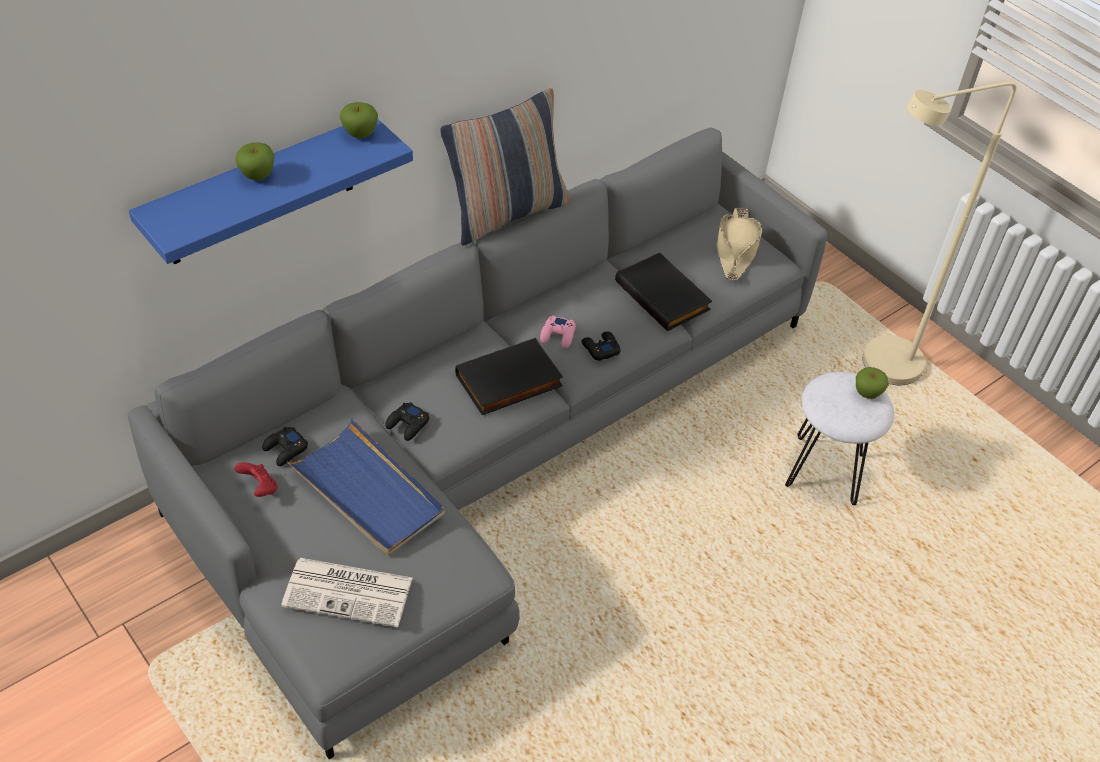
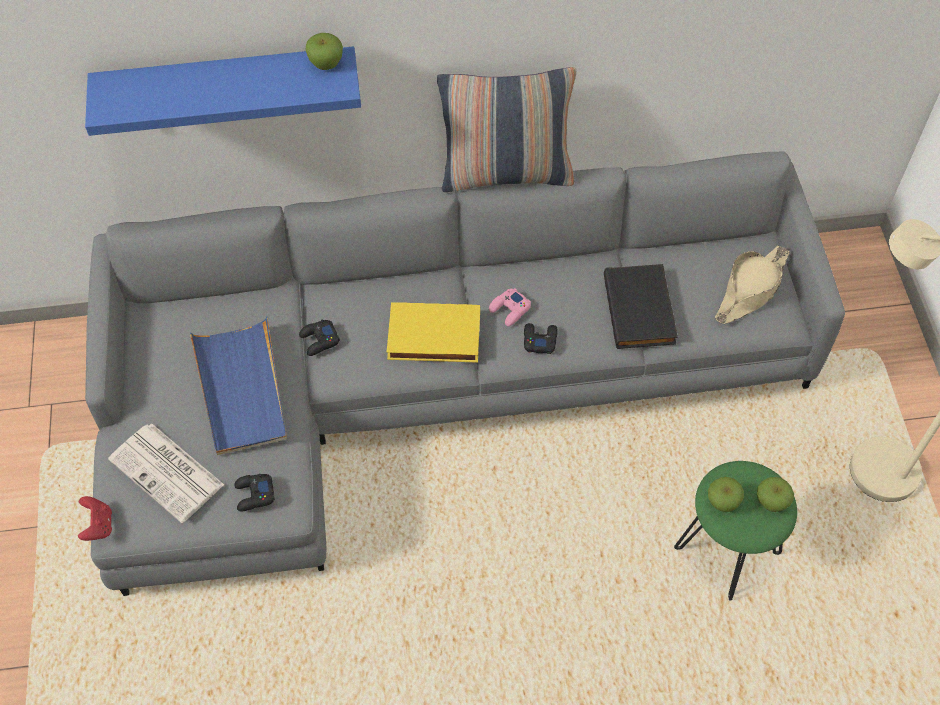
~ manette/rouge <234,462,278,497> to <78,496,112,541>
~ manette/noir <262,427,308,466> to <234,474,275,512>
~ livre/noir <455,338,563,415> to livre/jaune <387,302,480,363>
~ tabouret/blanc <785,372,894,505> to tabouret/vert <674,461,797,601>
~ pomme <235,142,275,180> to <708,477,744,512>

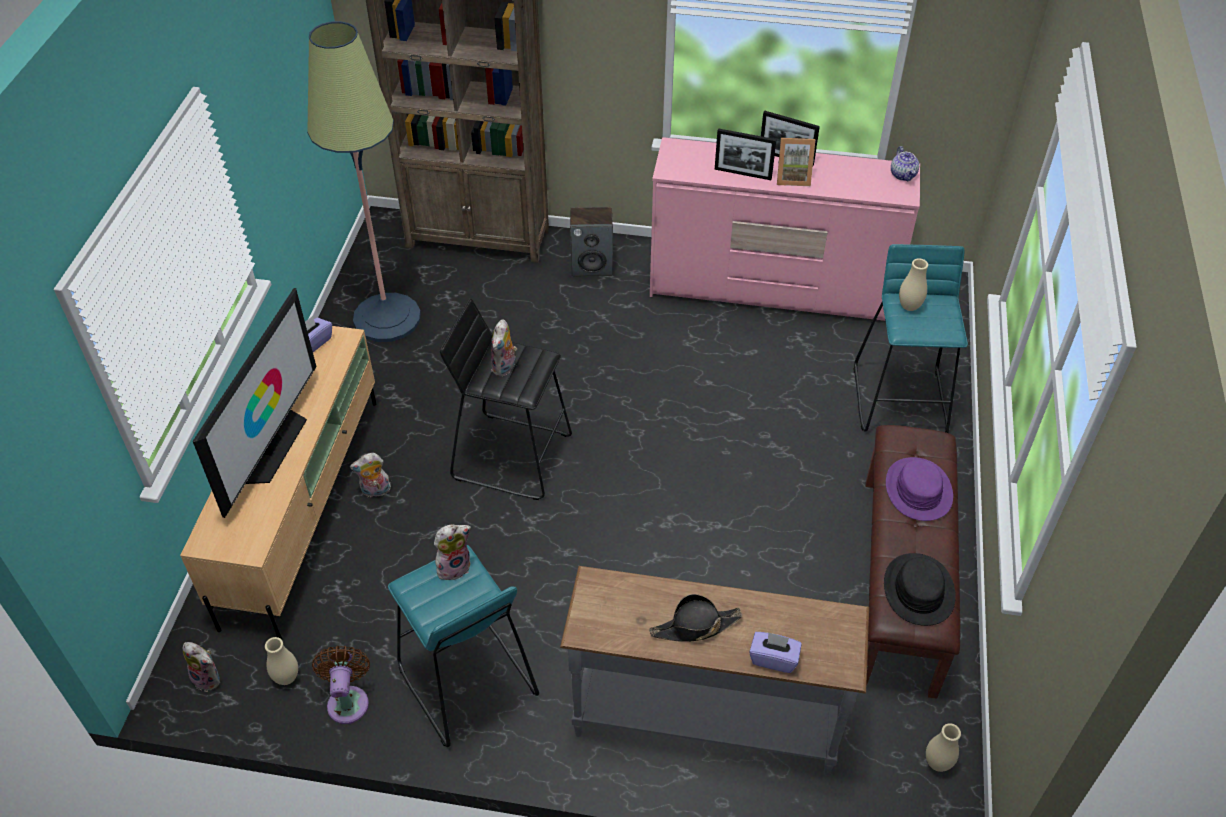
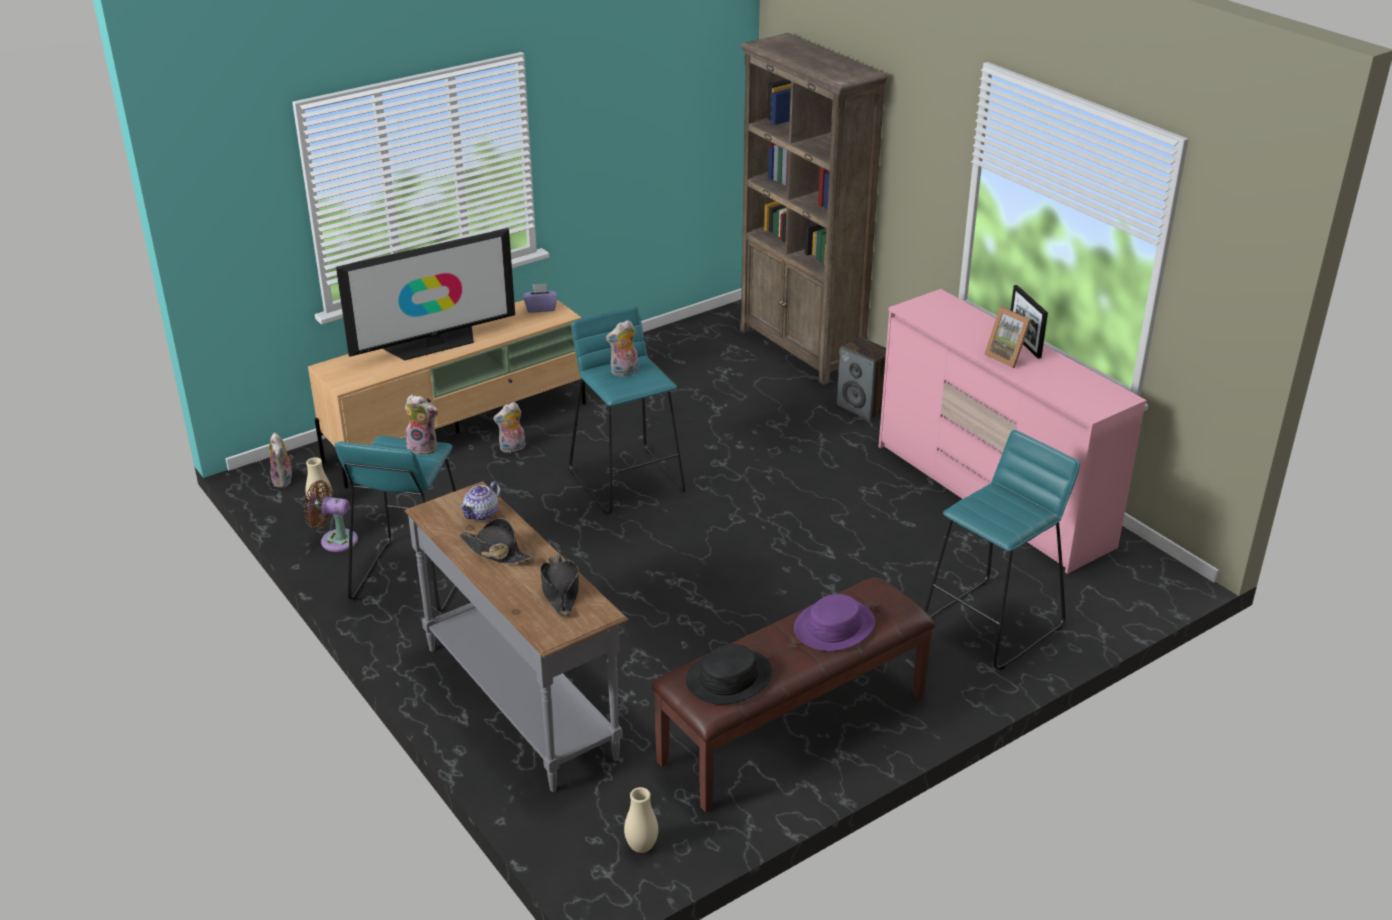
~ ventilateur/marron <312,646,370,724> = <304,480,358,552> 120 degrees counterclockwise
~ théière <891,146,919,181> to <459,481,501,521>
~ peluche <350,453,391,497> = <493,402,525,453> 60 degrees counterclockwise
+ chapeau/noir <540,555,580,617>
~ tabouret/noir <440,299,572,500> to tabouret/turquoise <569,306,685,515>
- lampadaire <307,21,421,342>
- cadre photo <715,128,777,180>
- boîte à mouchoirs/violet <749,632,802,673>
- vase/beige <899,258,928,311>

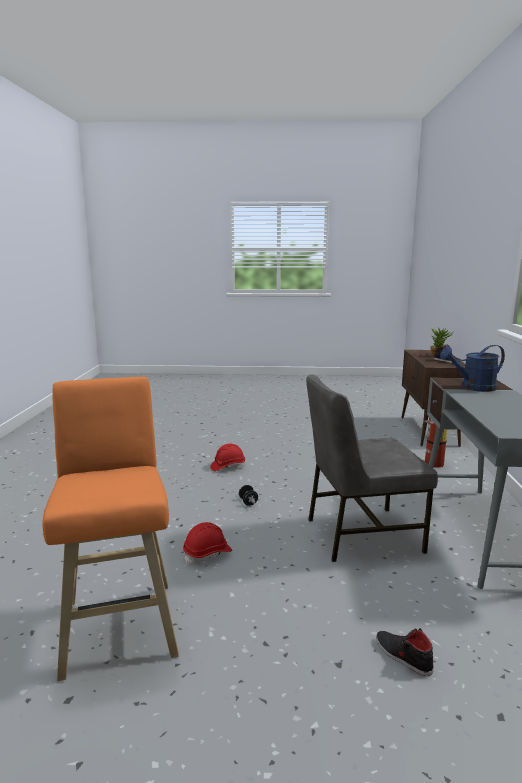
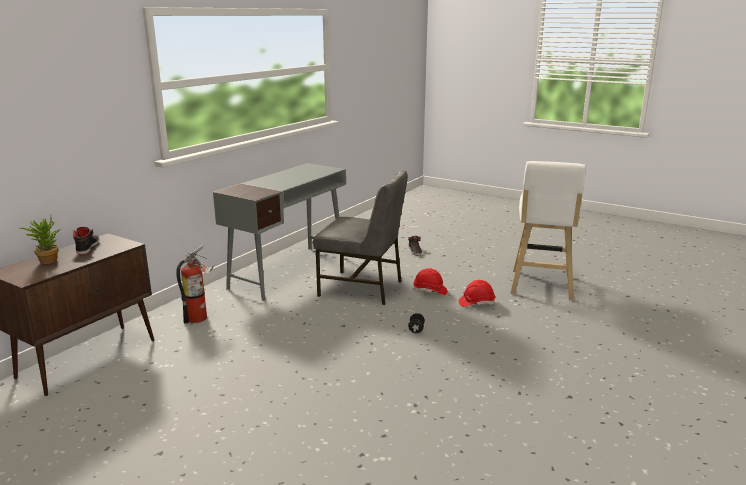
~ casque de chantier/rouge <210,443,245,471> to <413,268,447,295>
~ tabouret/orange <42,376,179,681> to tabouret/blanc <510,161,586,301>
- arrosoir/bleu <440,345,505,392>

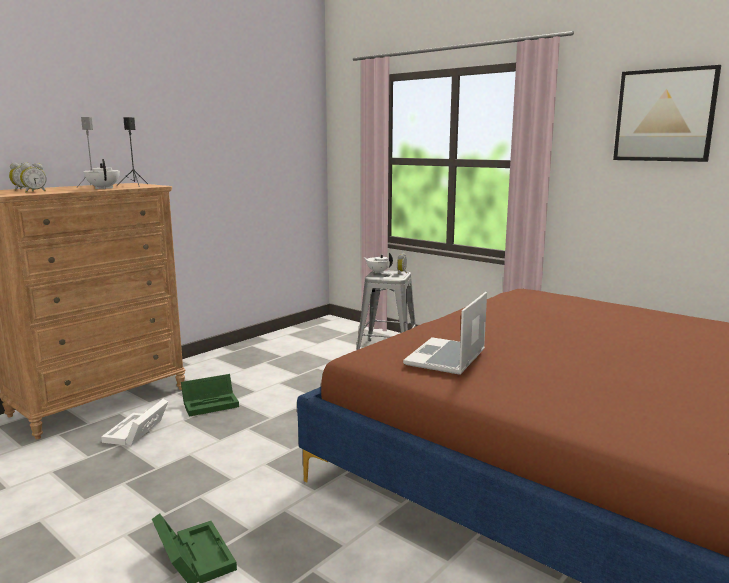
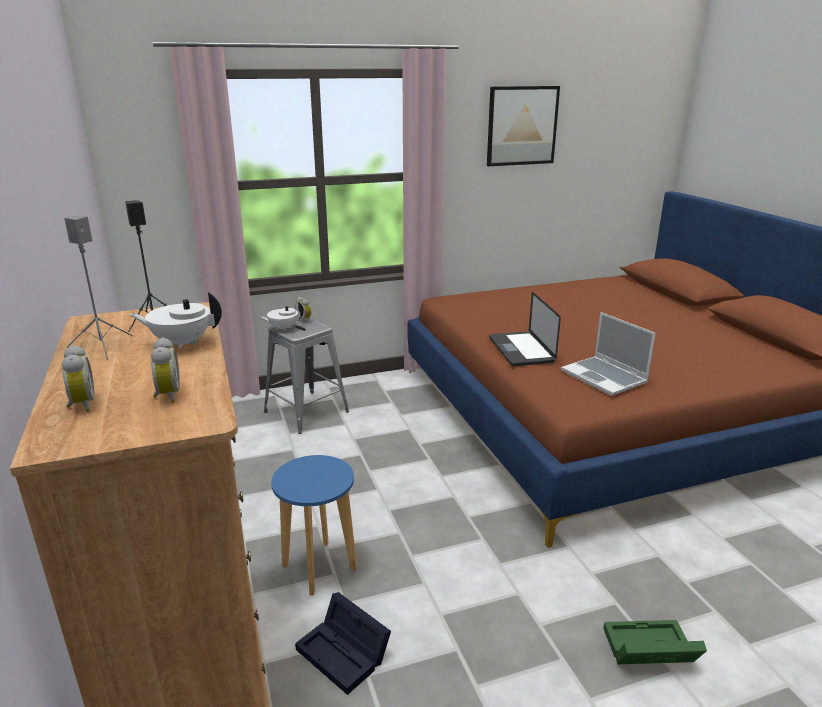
~ boîte de rangement/vert <181,374,239,417> to tabouret/bleu <271,455,357,596>
~ boîte de rangement/blanc <101,399,168,446> to boîte de rangement/noir <295,592,391,695>
+ ordinateur portable <489,292,561,366>

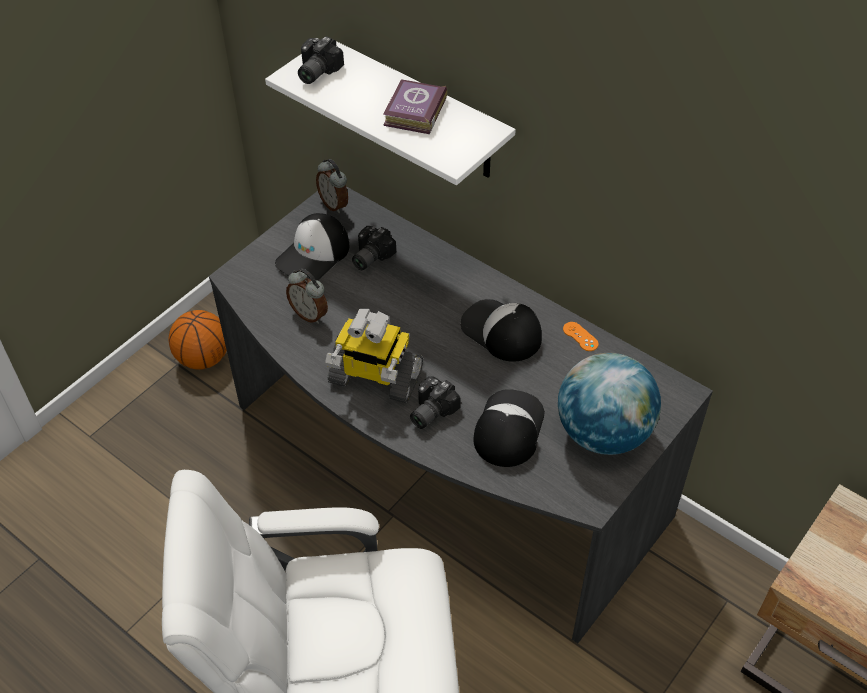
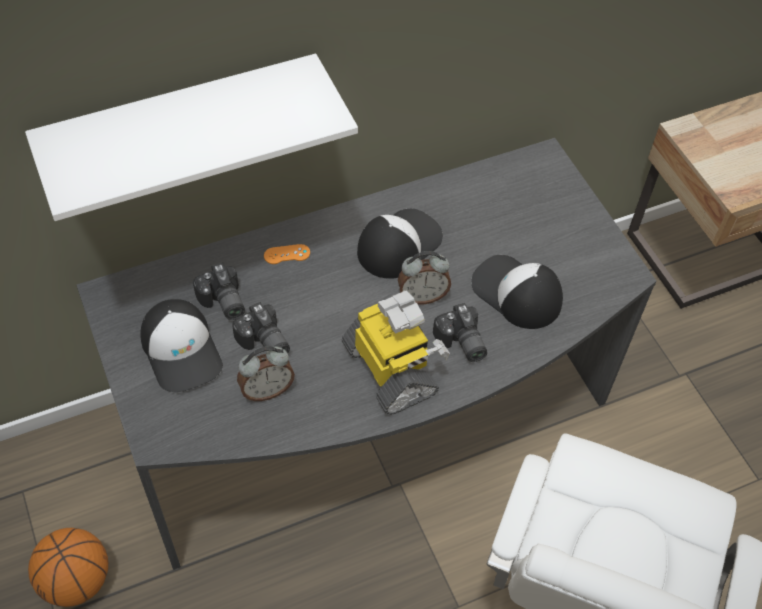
~ appareil photo <298,36,344,84> to <232,302,290,353>
~ manette/orange <563,322,599,351> to <264,244,310,264>
~ robot jouet <325,309,423,403> = <342,291,450,415> 75 degrees counterclockwise
~ casquette <460,299,542,362> = <357,209,443,279> 150 degrees clockwise
~ réveil <316,159,348,213> to <398,251,451,304>
- livre <383,79,447,134>
- globe <558,353,661,455>

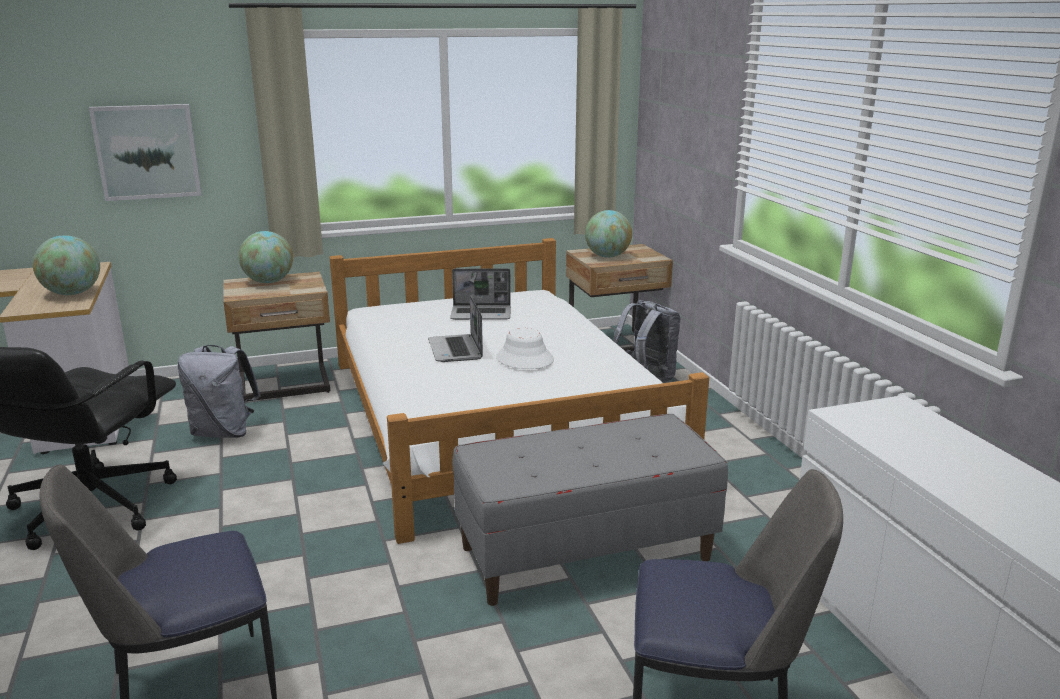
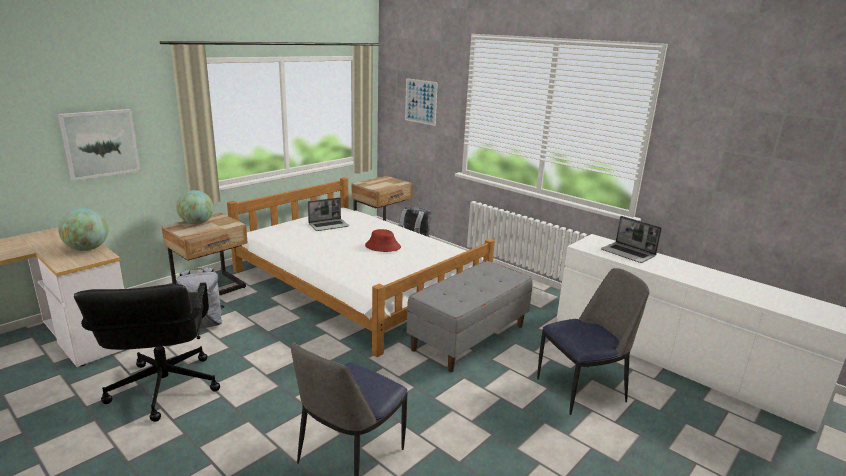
~ chapeau/blanc <496,328,554,369> to chapeau/rouge <365,229,401,252>
+ tableau <405,78,438,126>
~ ordinateur portable <428,295,483,362> to <601,216,662,263>
- globe <585,210,632,258>

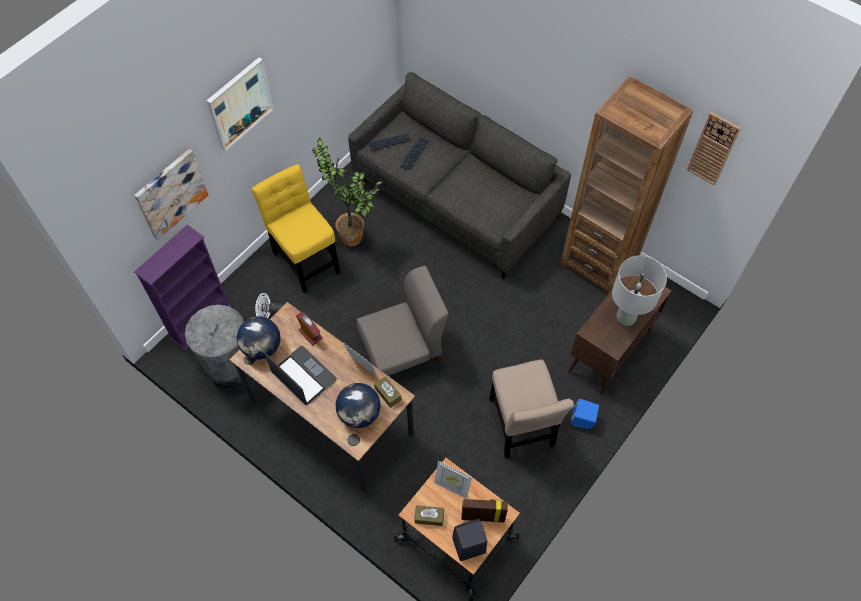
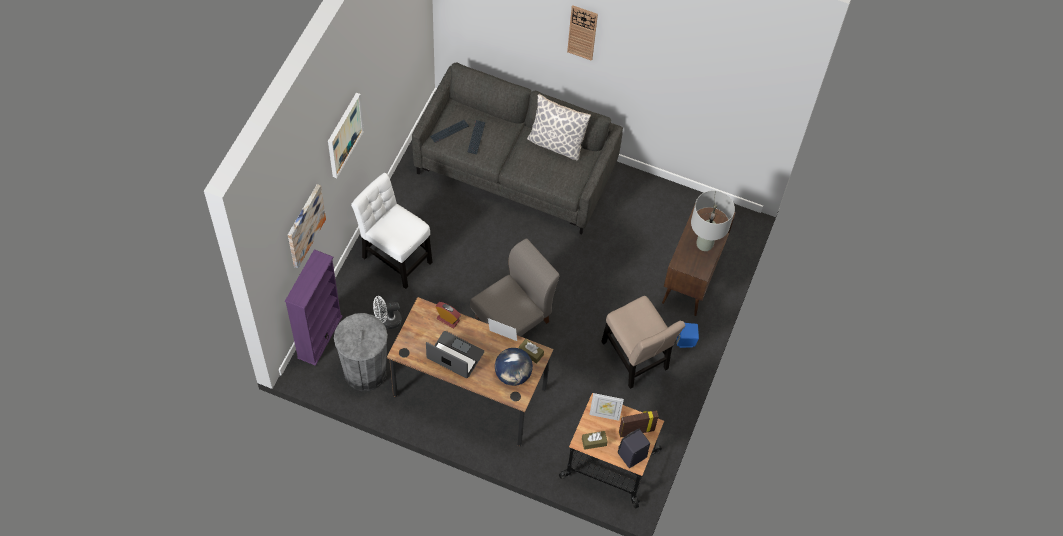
~ chaise/jaune <252,164,341,294> to chaise/blanc <351,173,432,289>
+ coussin <527,94,591,161>
~ horloge murale <687,112,741,186> to <567,5,598,61>
- globe <237,316,281,360>
- plante en pot <312,138,384,246>
- bibliothèque/marron <560,76,693,295>

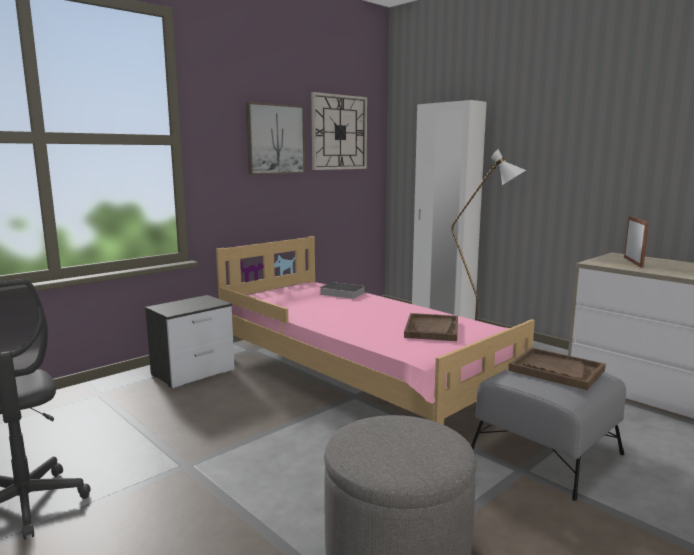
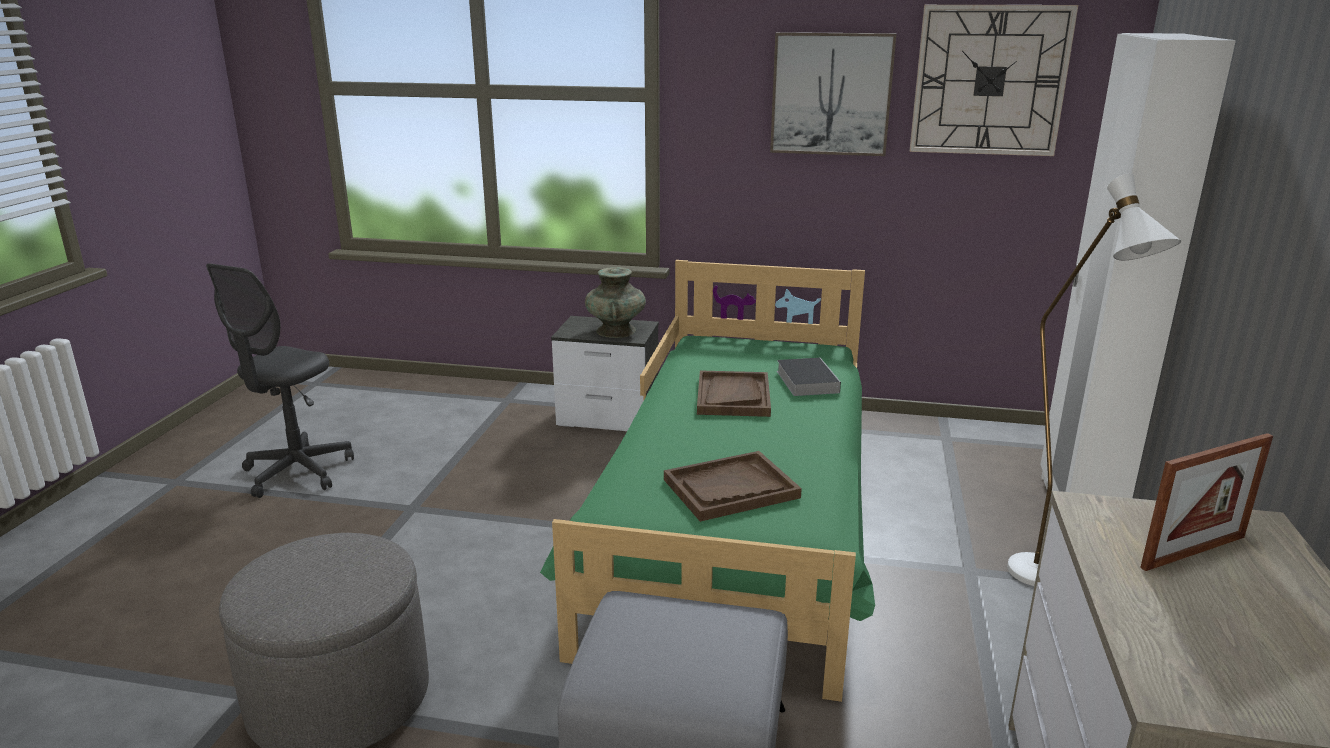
~ lit/rose <216,236,535,425> to lit/vert <540,260,875,702>
+ vase/turquoise <585,267,646,338>
~ plateau/marron <508,347,606,390> to <697,371,771,417>

